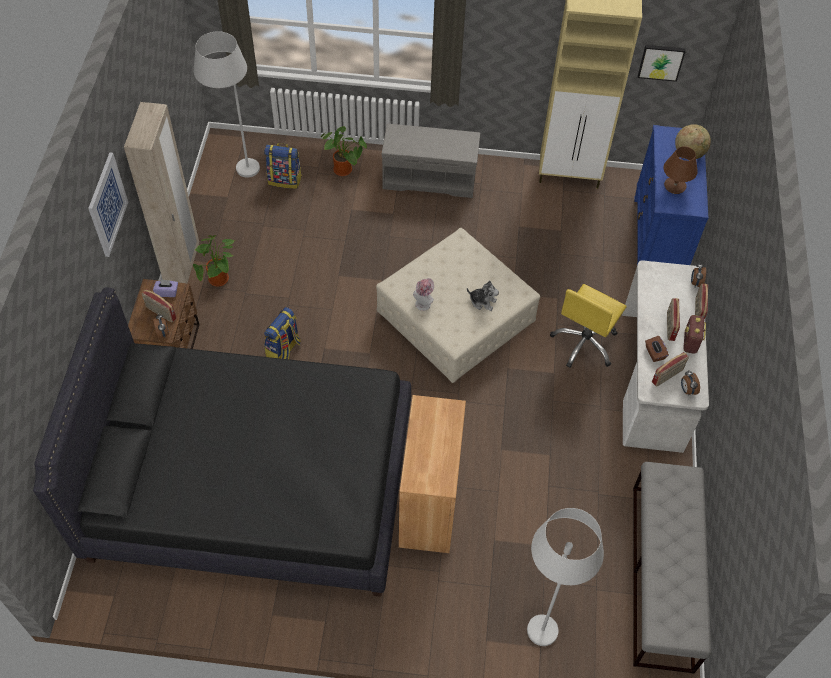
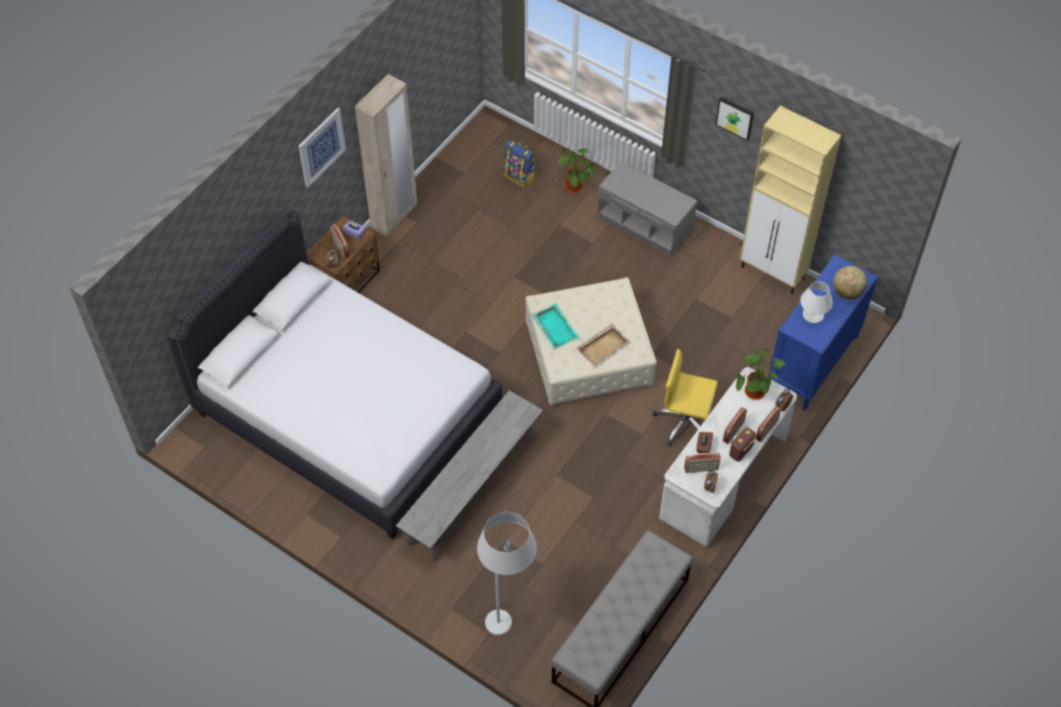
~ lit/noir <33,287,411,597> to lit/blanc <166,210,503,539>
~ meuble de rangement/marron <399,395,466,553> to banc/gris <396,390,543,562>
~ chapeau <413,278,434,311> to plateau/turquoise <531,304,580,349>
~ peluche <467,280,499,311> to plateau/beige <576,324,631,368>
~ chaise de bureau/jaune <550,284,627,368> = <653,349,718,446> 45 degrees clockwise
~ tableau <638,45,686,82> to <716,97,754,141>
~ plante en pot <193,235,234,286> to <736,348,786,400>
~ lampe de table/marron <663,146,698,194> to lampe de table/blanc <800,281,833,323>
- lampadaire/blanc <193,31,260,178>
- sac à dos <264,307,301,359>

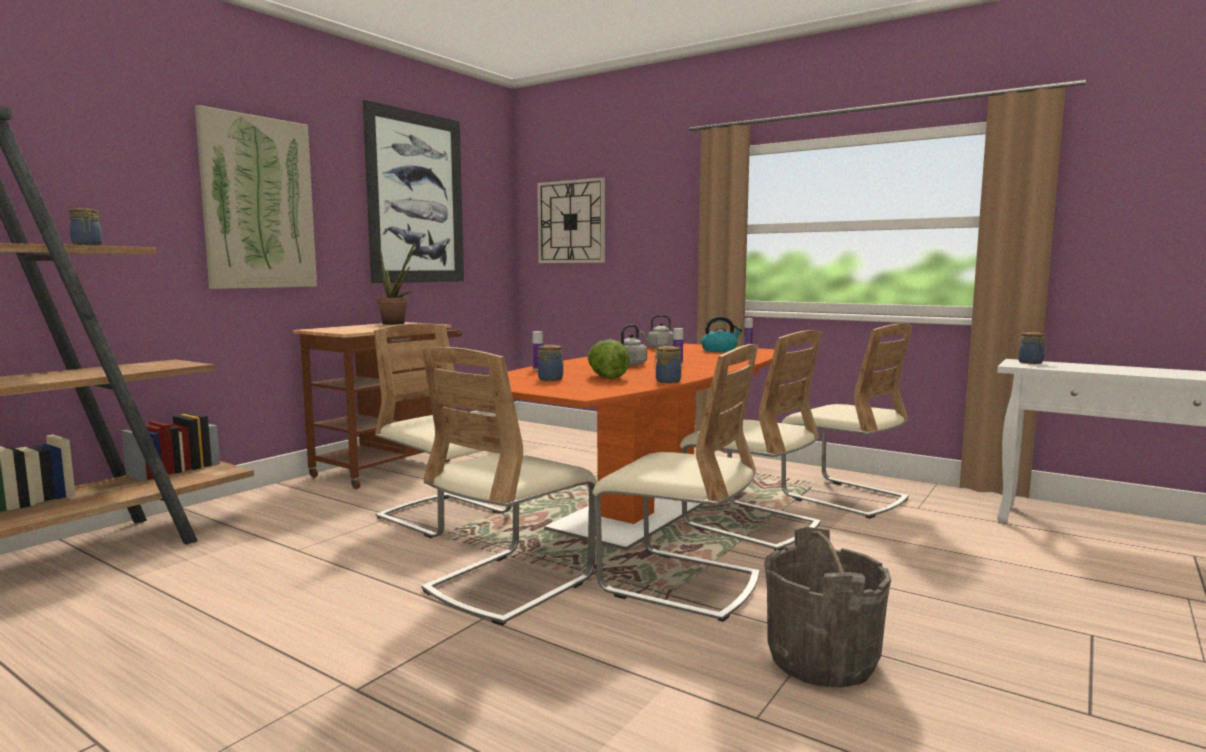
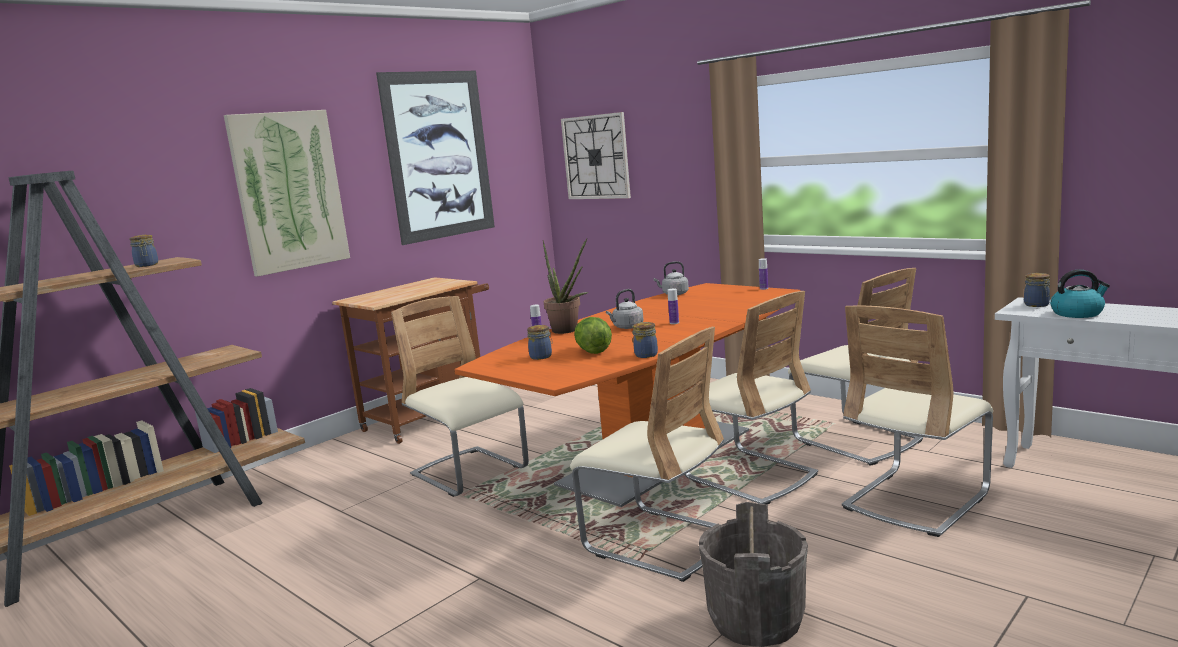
~ plante en pot <377,243,415,325> to <543,239,588,334>
~ chaise/beige <421,347,597,626> to <842,305,993,537>
~ bouilloire <701,316,742,352> to <1050,269,1110,318>

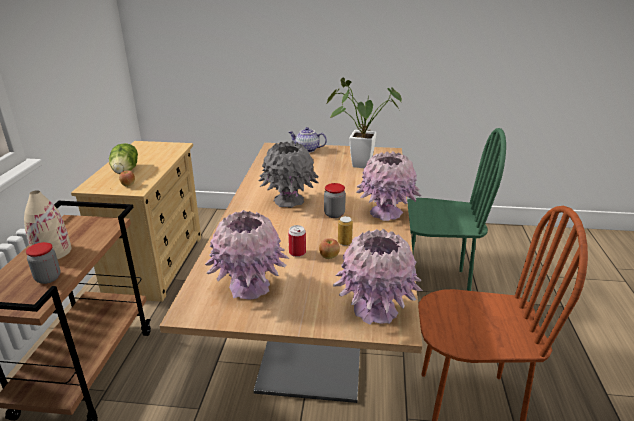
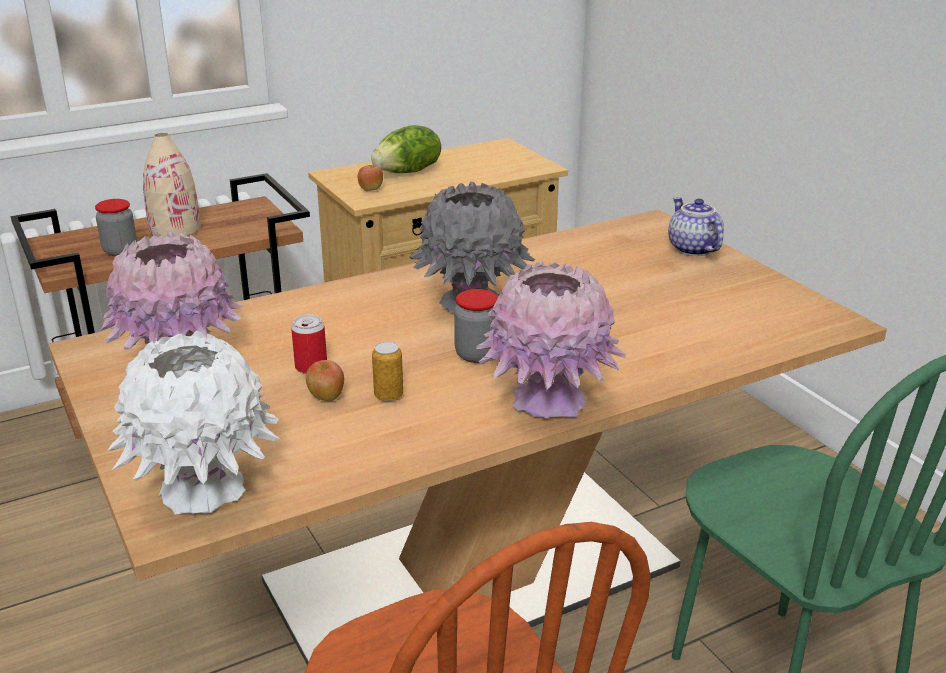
~ vase/rose <333,228,423,325> to vase/blanc <108,330,281,514>
- plante en pot <327,78,402,168>

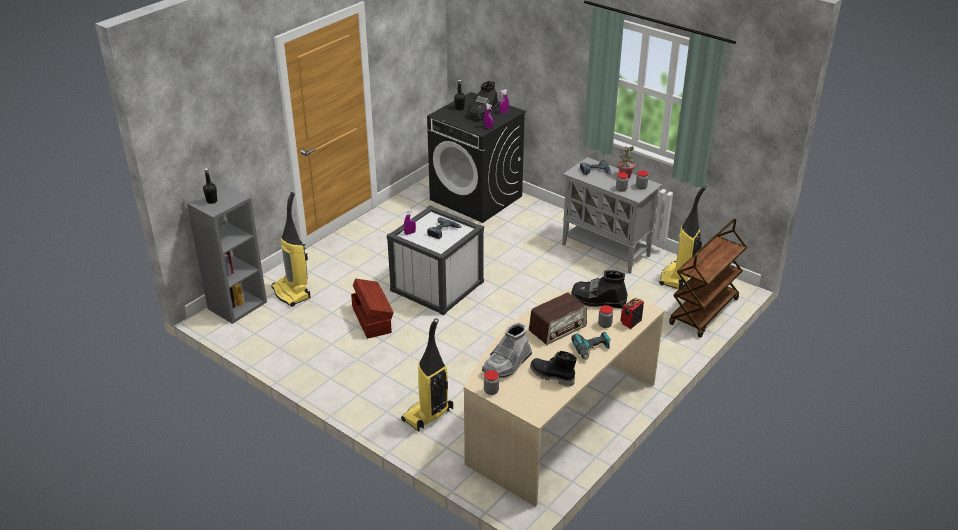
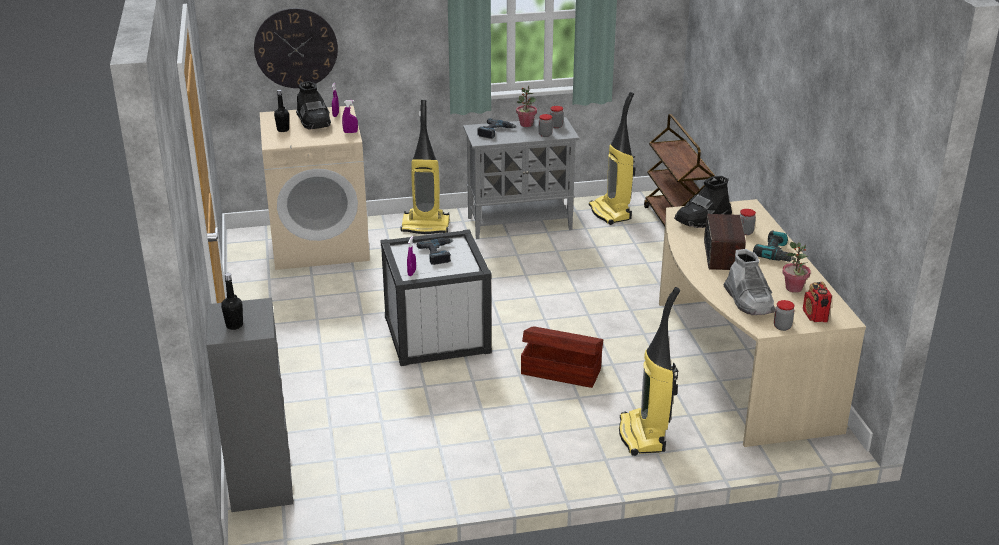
+ horloge murale <254,8,338,88>
~ lave-linge/noir <427,92,526,223> to lave-linge/beige <260,106,370,270>
~ aspirateur <272,192,311,307> to <400,100,450,234>
~ boîte de rangement/marron <351,279,394,339> to <521,326,603,388>
~ botte/noir <530,351,577,387> to plante en pot <783,242,810,293>
~ radio <620,298,644,329> to <803,282,832,322>

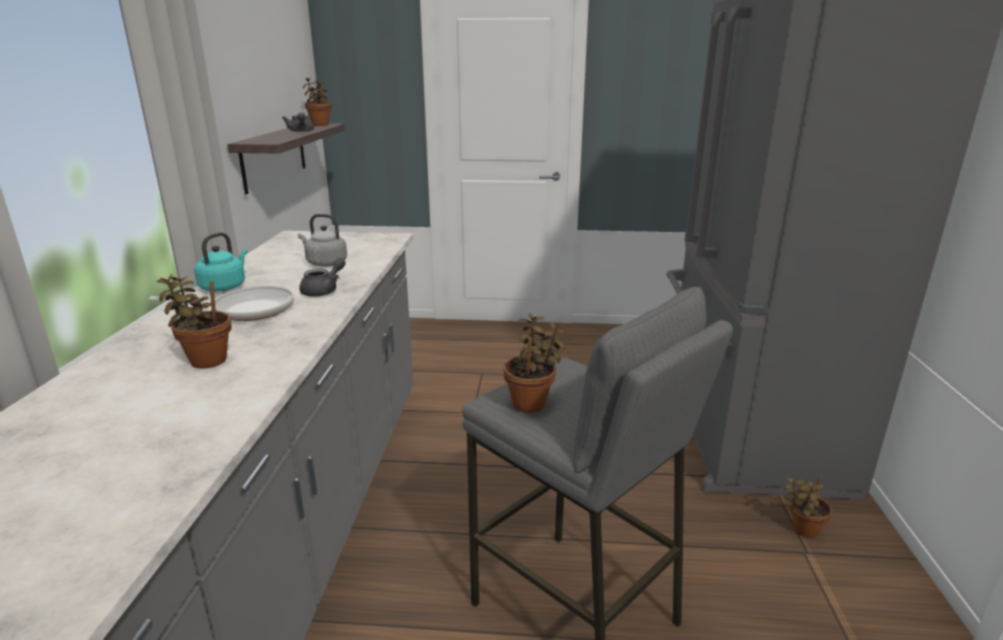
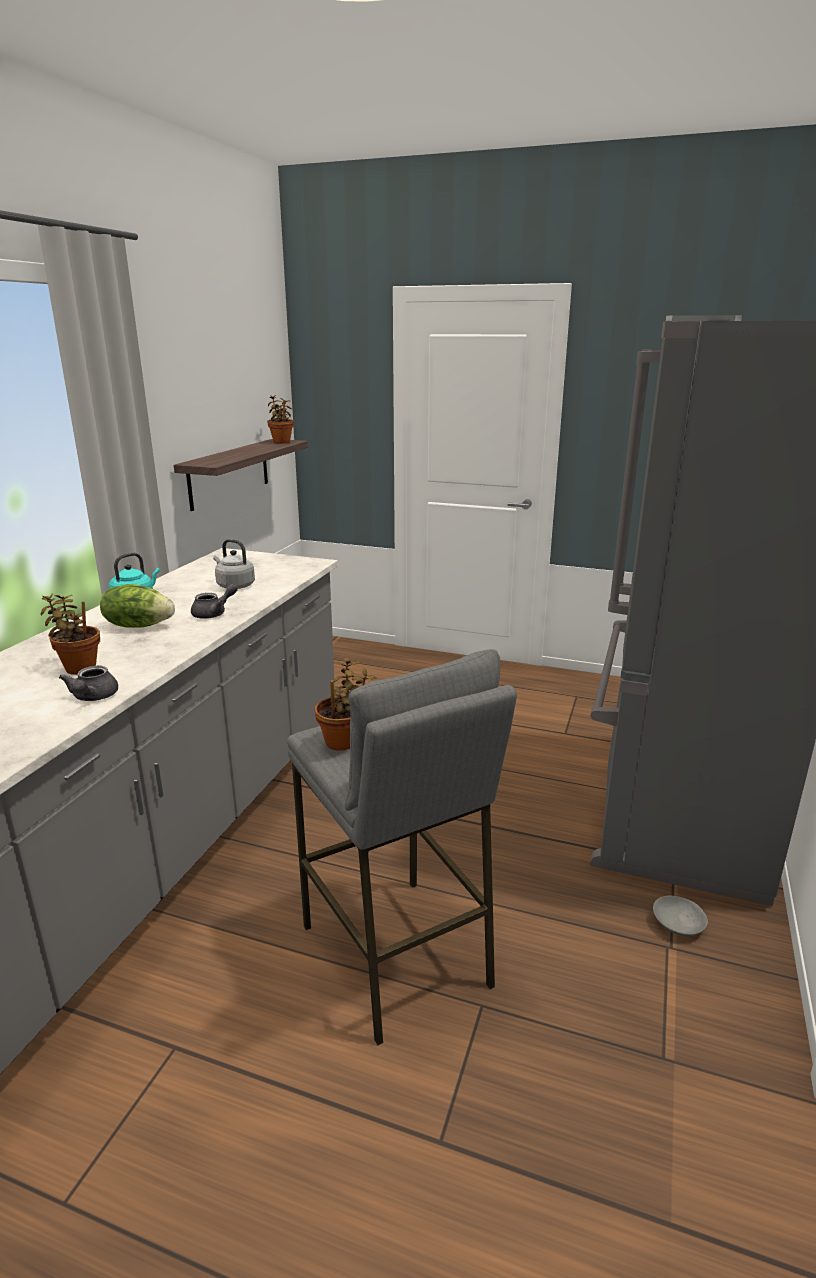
~ théière/gris <282,113,314,132> to <59,666,118,701>
~ poêle <149,286,294,321> to laitue <100,584,175,628>
~ plante en pot <784,477,832,538> to bol/gris <653,896,708,936>

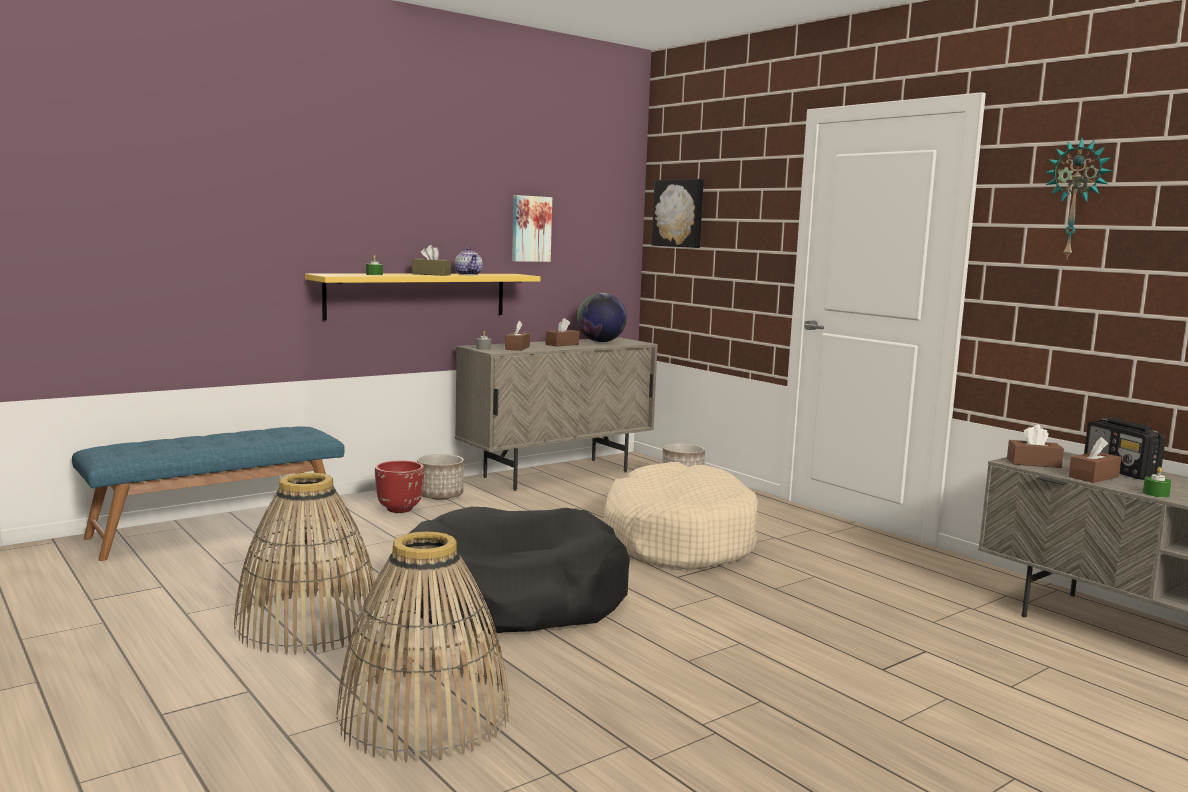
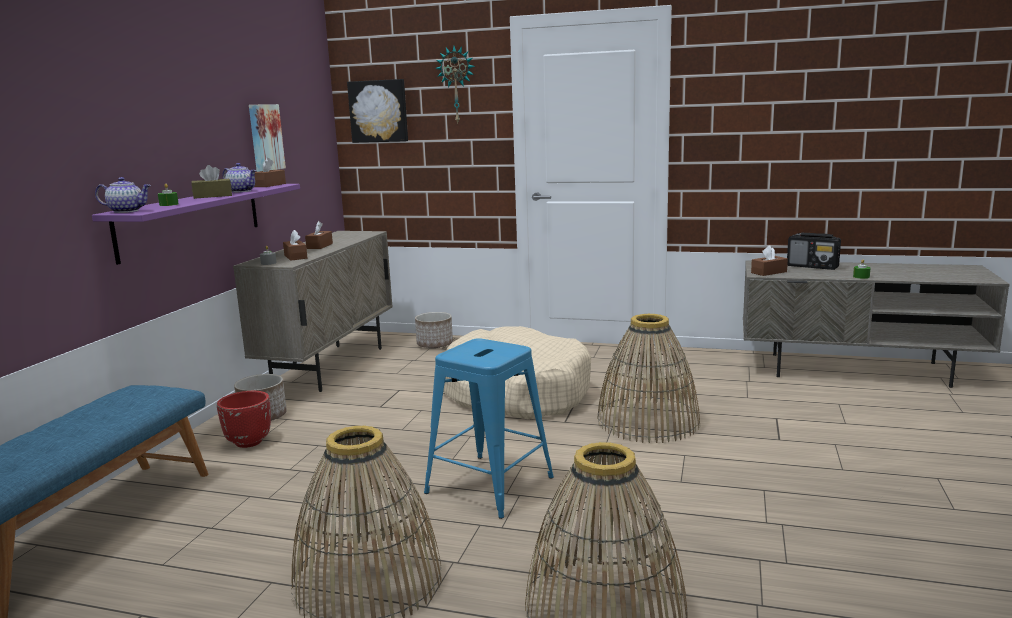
~ étagère/jaune <305,274,541,320> to étagère/violet <92,184,300,265>
+ théière <95,177,151,213>
~ boîte à mouchoirs/marron <1069,437,1122,483> to <254,157,286,187>
~ panier pour chien/noir <397,507,630,634> to tabouret/bleu <424,338,554,519>
~ horloge murale <1045,137,1112,260> to <435,46,475,124>
+ panier <598,314,700,443>
- globe <577,293,627,342>

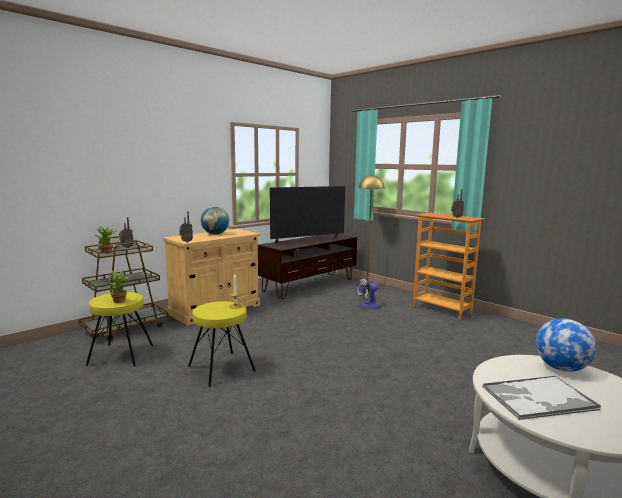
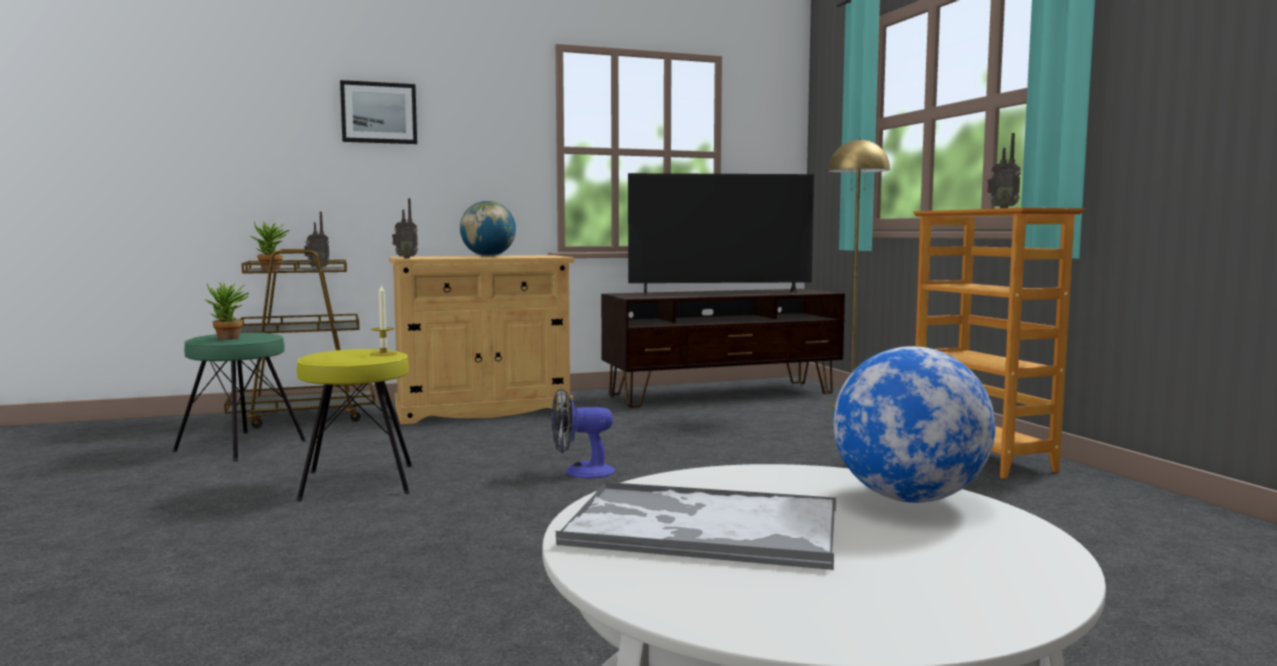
~ tabouret/jaune <86,292,153,367> to tabouret/vert <172,333,306,462>
+ tableau <340,80,417,144>
~ ventilateur <355,277,379,308> to <551,388,615,478>

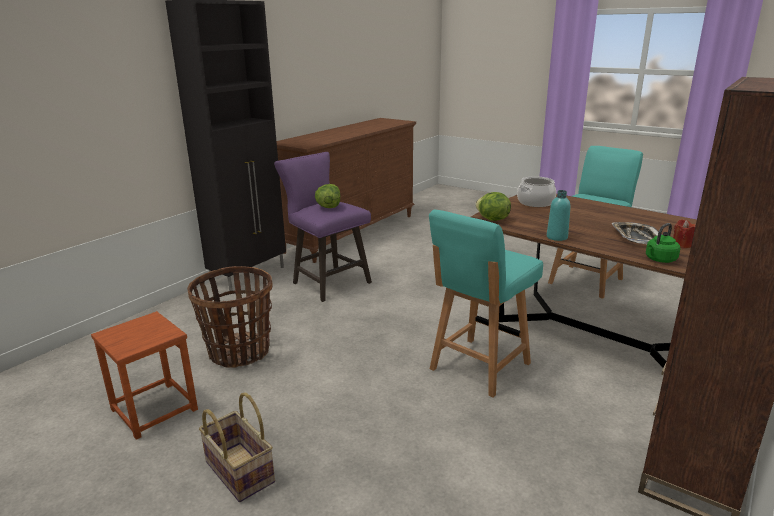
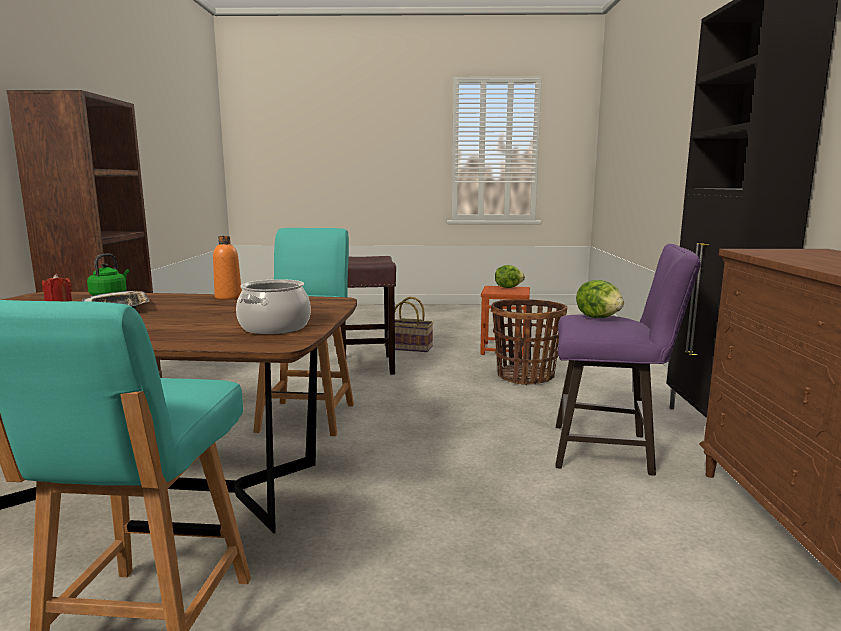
~ bouteille/turquoise <547,190,570,241> to bouteille/orange <213,236,242,299>
+ tabouret/marron <340,256,396,375>
~ laitue <475,192,511,221> to <495,265,525,288>

